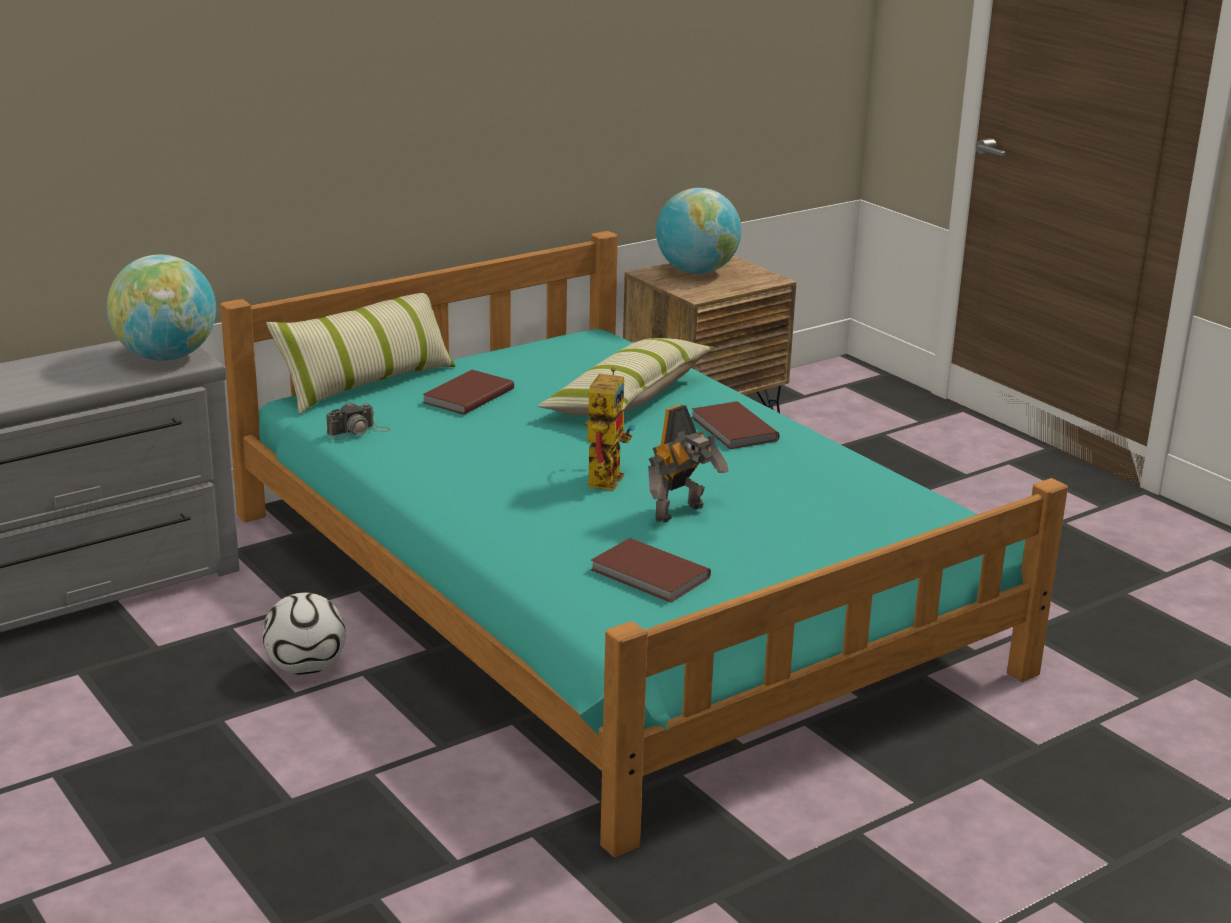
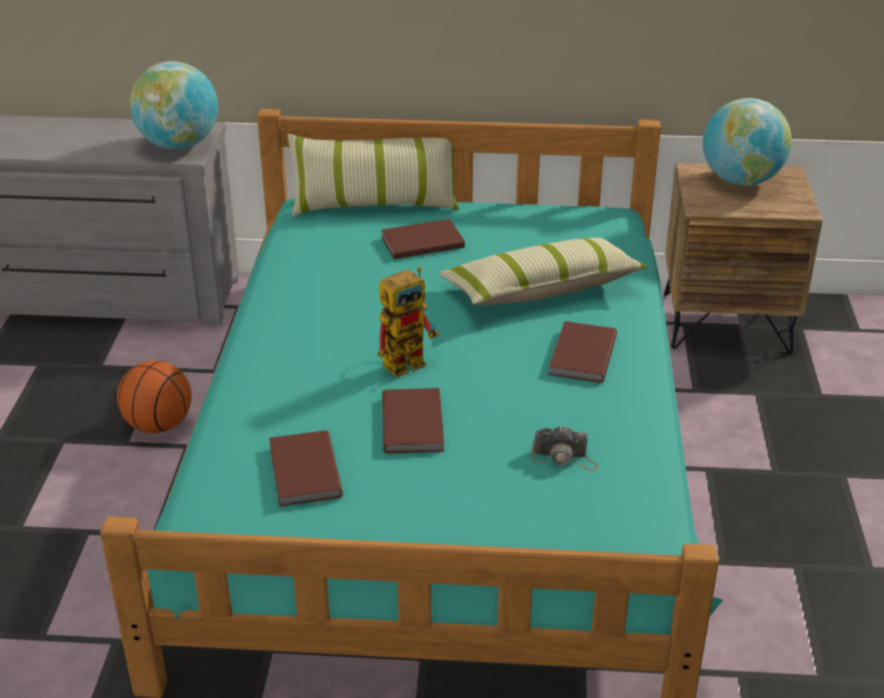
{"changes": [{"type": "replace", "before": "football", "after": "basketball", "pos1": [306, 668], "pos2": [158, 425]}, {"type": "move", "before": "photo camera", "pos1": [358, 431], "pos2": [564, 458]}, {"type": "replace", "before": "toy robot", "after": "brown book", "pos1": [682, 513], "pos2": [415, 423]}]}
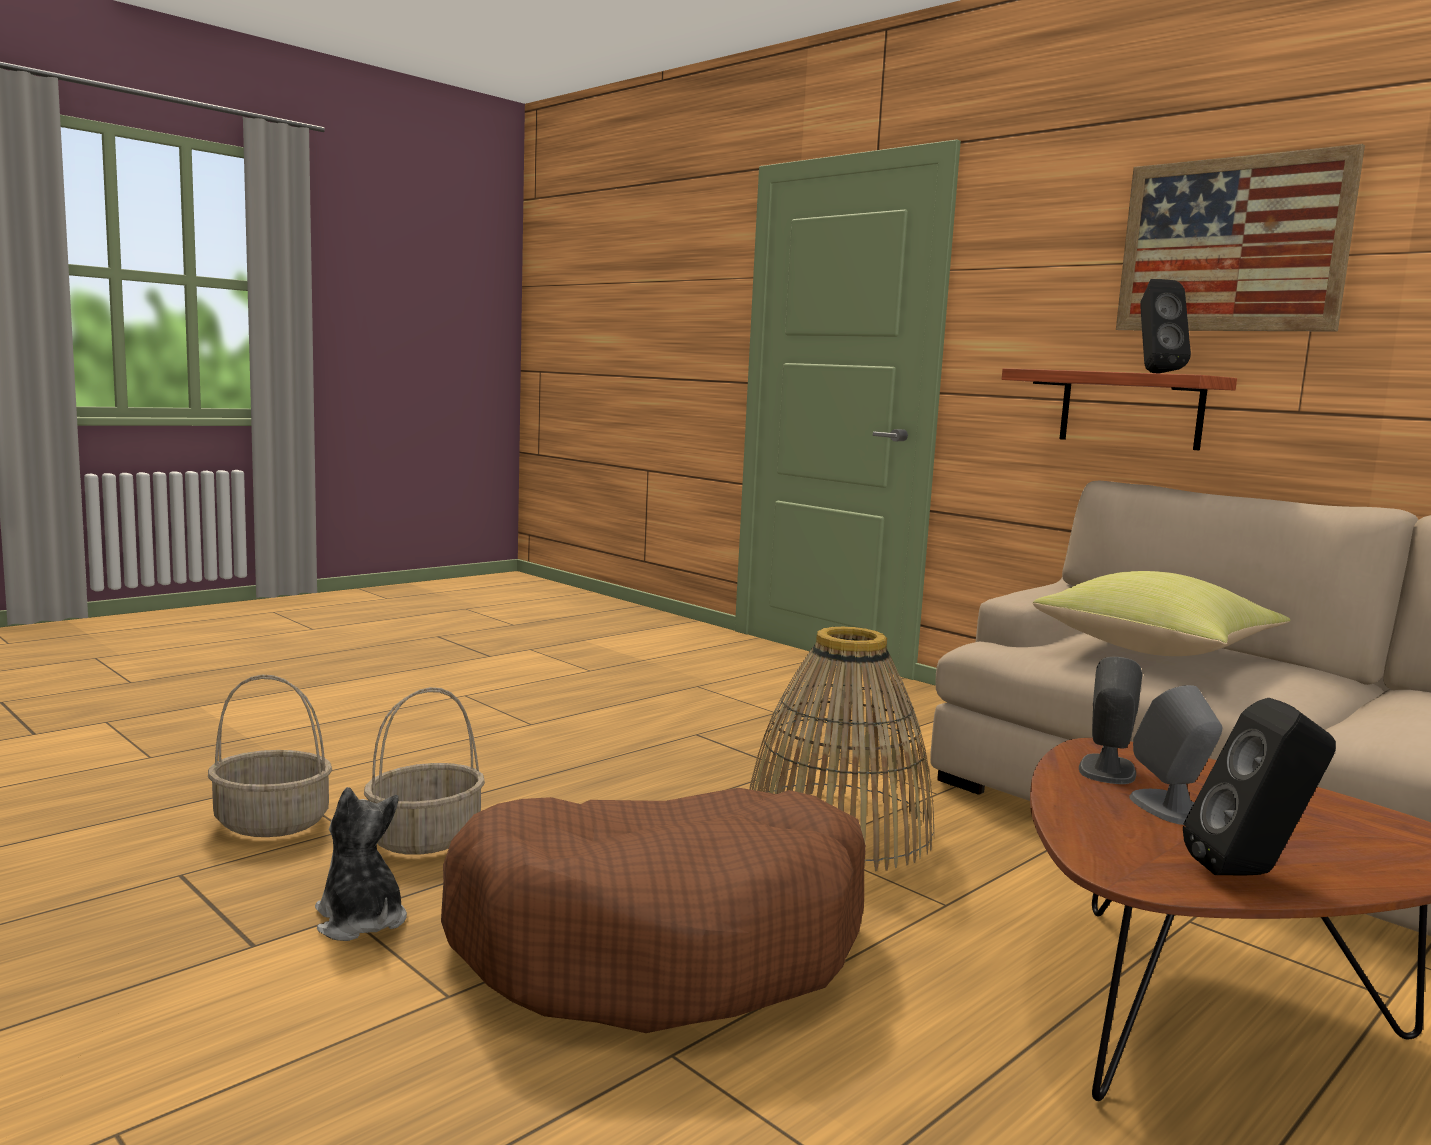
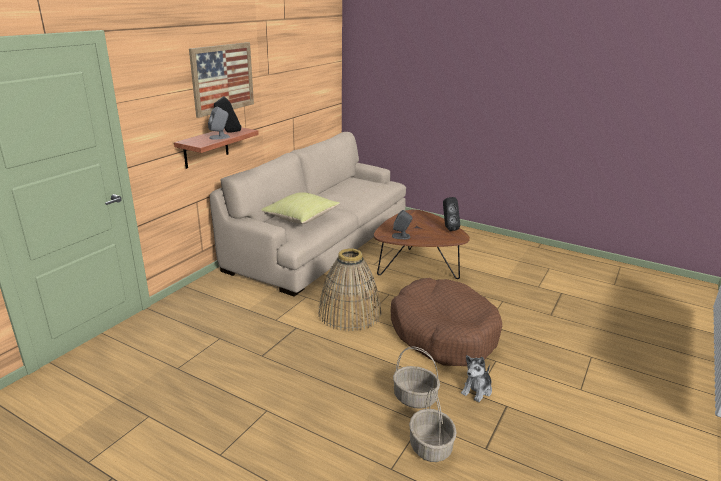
{"changes": [{"type": "move", "before": "grey speaker", "pos1": [1170, 808], "pos2": [219, 137]}]}
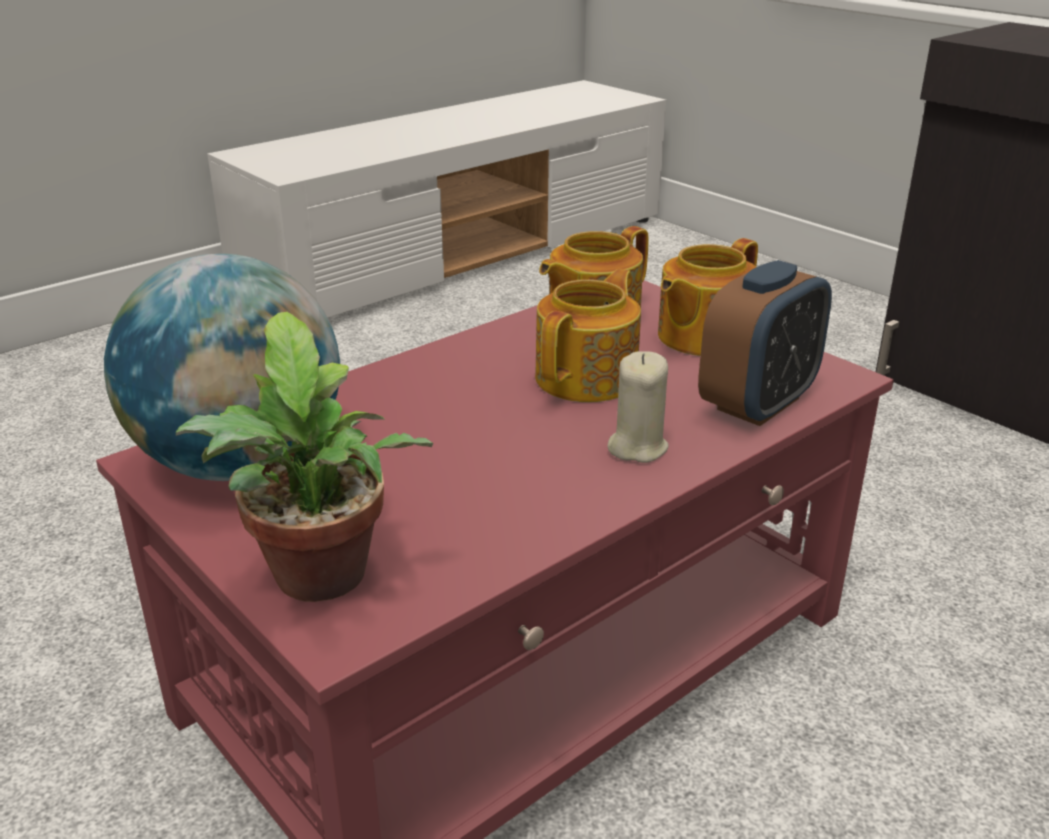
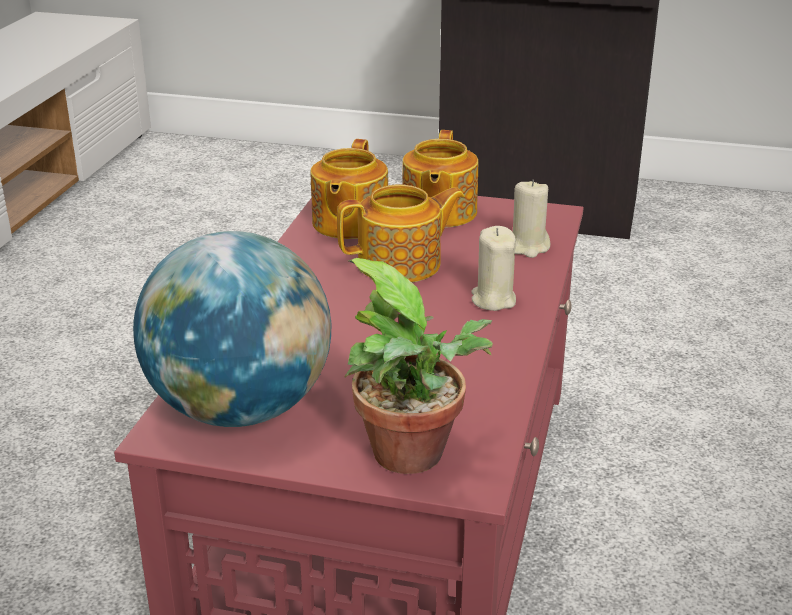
{"changes": [{"type": "rotate", "before": "teapot", "pos1": [588, 377], "pos2": [401, 264], "turn": 75}, {"type": "replace", "before": "alarm clock", "after": "beige candle", "pos1": [758, 404], "pos2": [528, 247]}]}
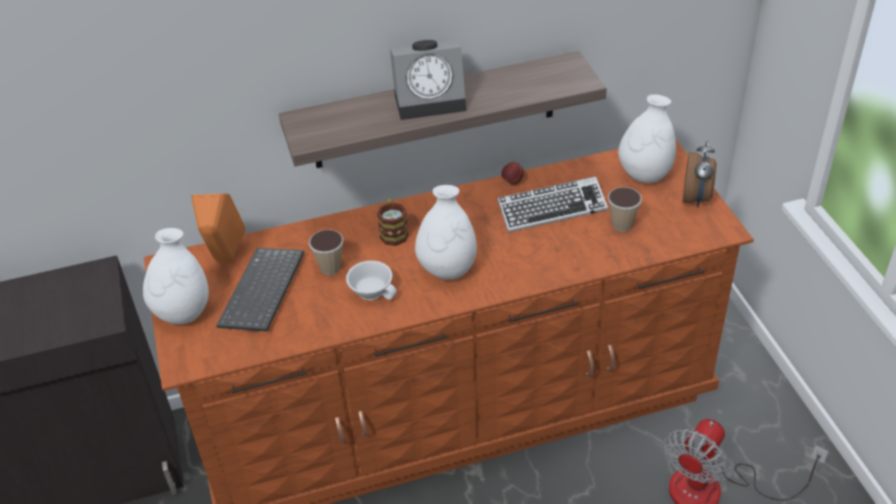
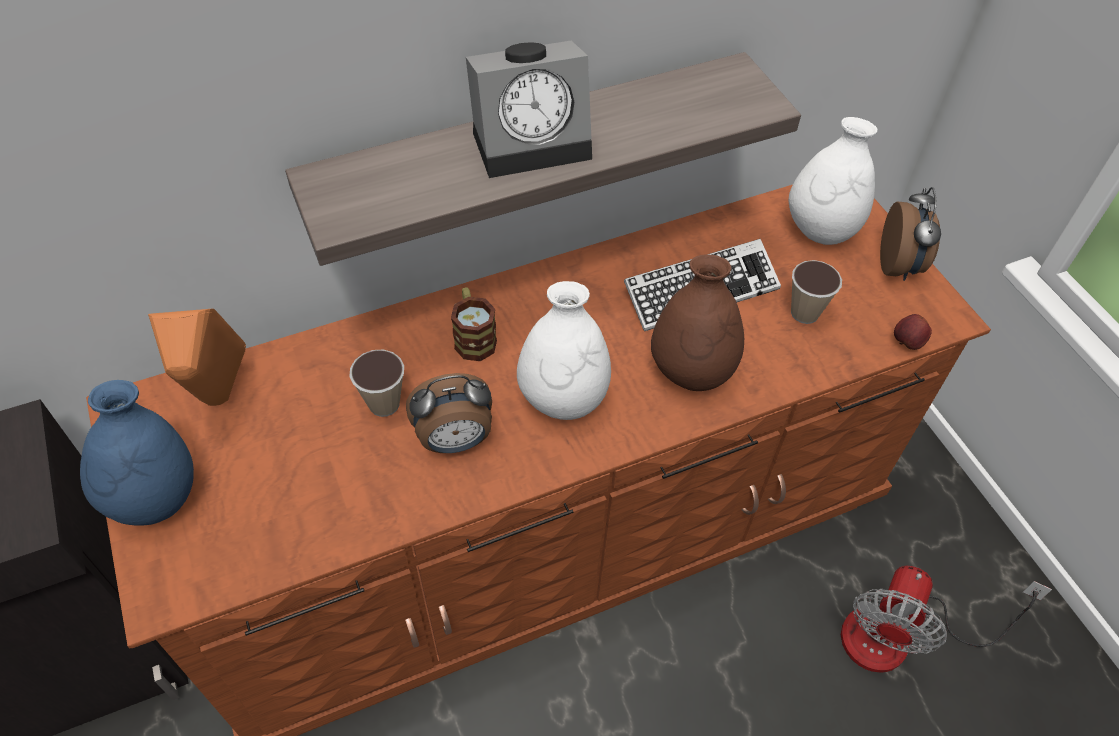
{"changes": [{"type": "recolor", "before": "white vase", "after": "blue vase", "pos1": [183, 312], "pos2": [156, 497]}, {"type": "delete", "before": "keyboard", "pos1": [264, 292]}, {"type": "replace", "before": "white cup", "after": "alarm clock", "pos1": [373, 290], "pos2": [455, 441]}, {"type": "move", "before": "apple", "pos1": [512, 182], "pos2": [907, 343]}, {"type": "insert", "after": "brown vase", "pos2": [691, 371]}]}
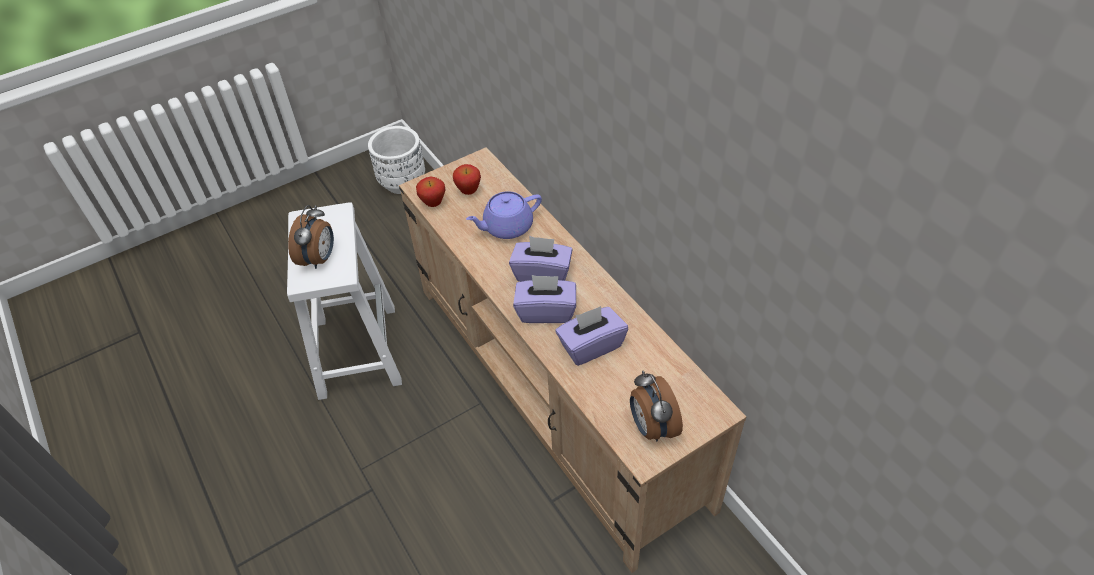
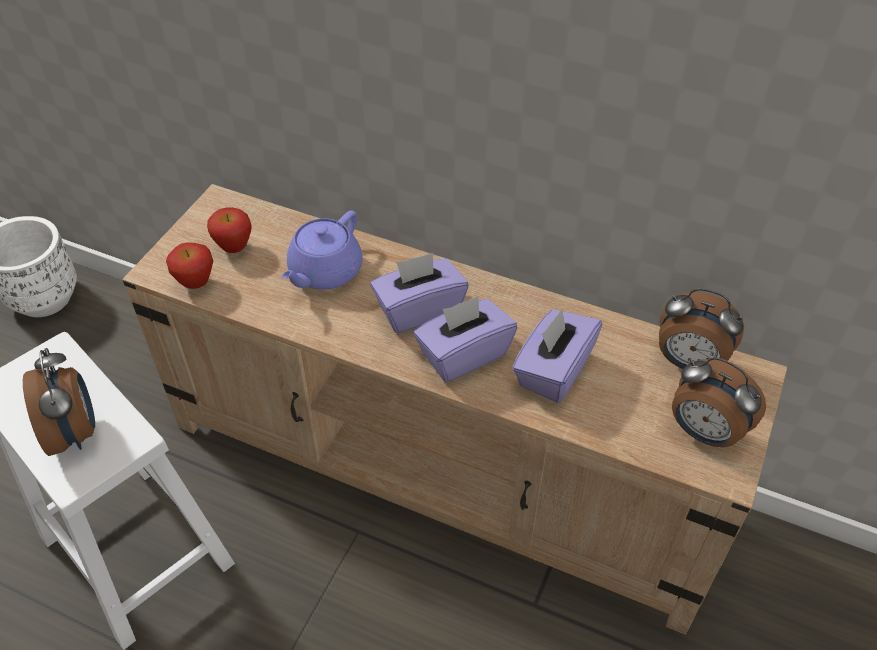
{"changes": [{"type": "insert", "after": "alarm clock", "pos2": [688, 362]}]}
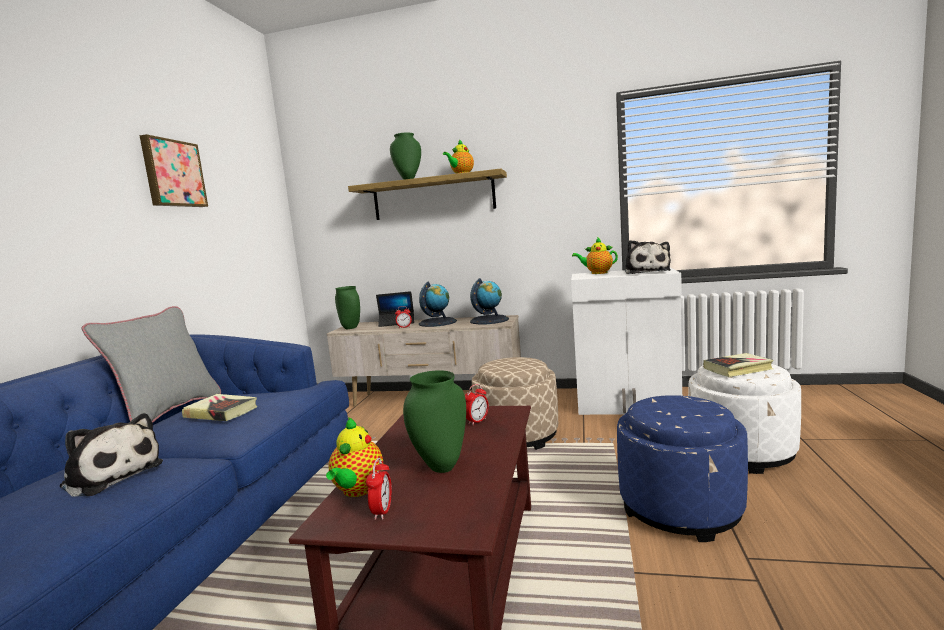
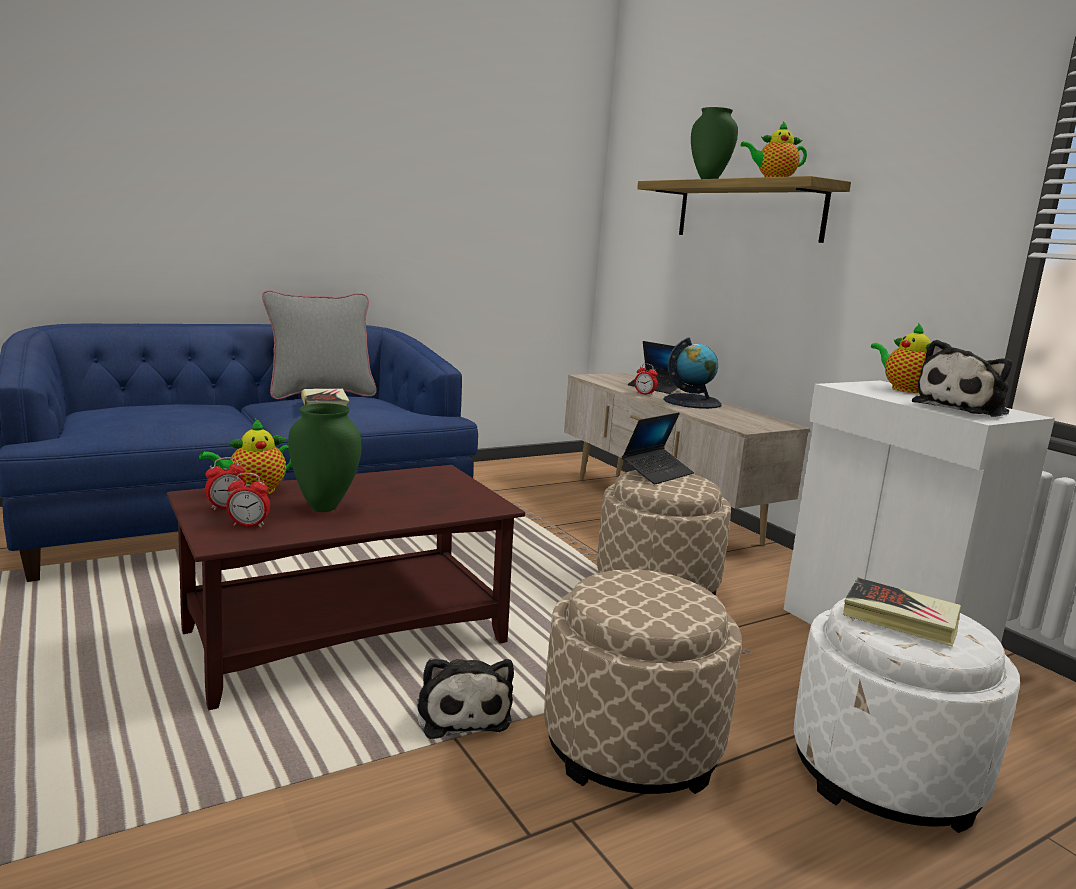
{"changes": [{"type": "move", "before": "plush toy", "pos1": [111, 475], "pos2": [462, 712]}, {"type": "delete", "before": "picture", "pos1": [173, 173]}, {"type": "delete", "before": "green vase", "pos1": [351, 328]}, {"type": "move", "before": "alarm clock", "pos1": [477, 421], "pos2": [249, 525]}, {"type": "delete", "before": "globe", "pos1": [489, 320]}, {"type": "recolor", "before": "blue ottoman", "after": "beige ottoman", "pos1": [680, 508], "pos2": [632, 745]}, {"type": "insert", "after": "laptop", "pos2": [657, 473]}]}
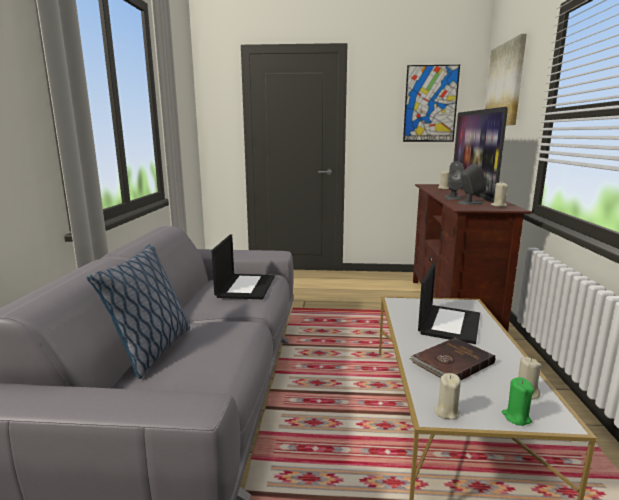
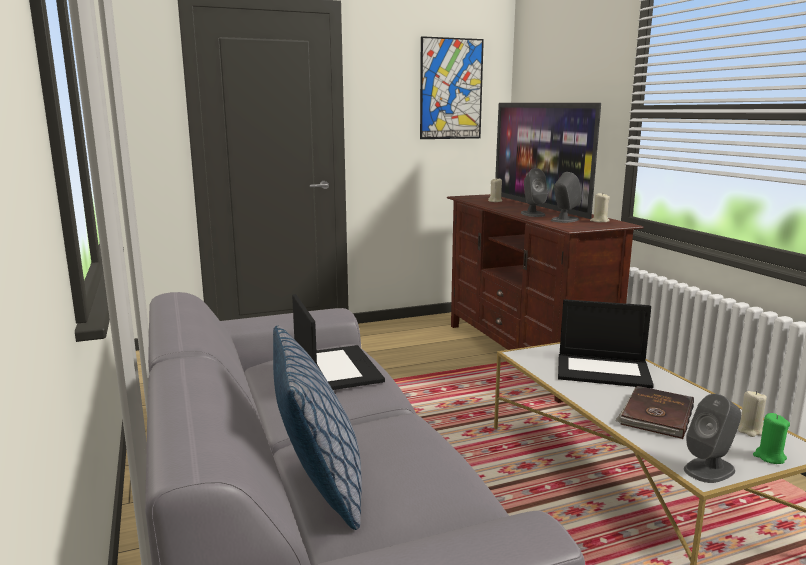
{"changes": [{"type": "rotate", "before": "laptop", "pos1": [449, 323], "pos2": [604, 370], "turn": 105}, {"type": "replace", "before": "beige candle", "after": "grey speaker", "pos1": [446, 412], "pos2": [709, 469]}, {"type": "delete", "before": "picture", "pos1": [505, 85]}]}
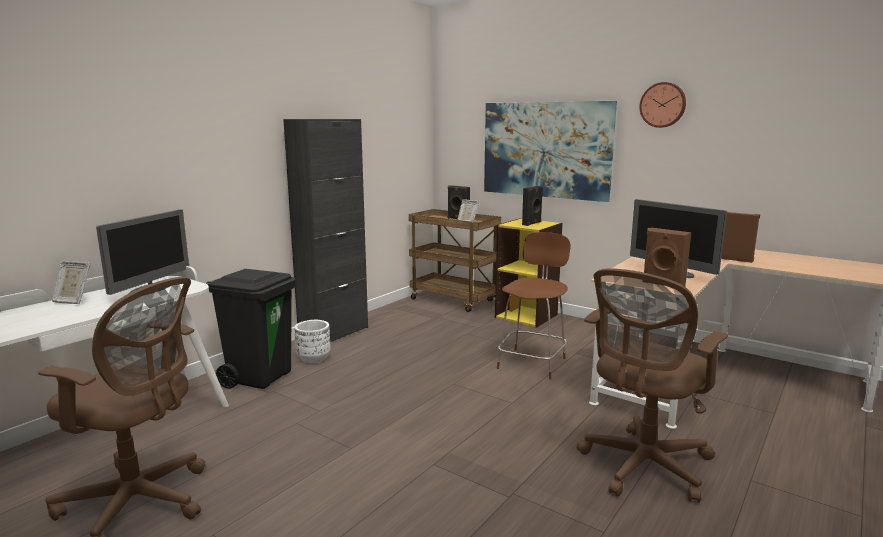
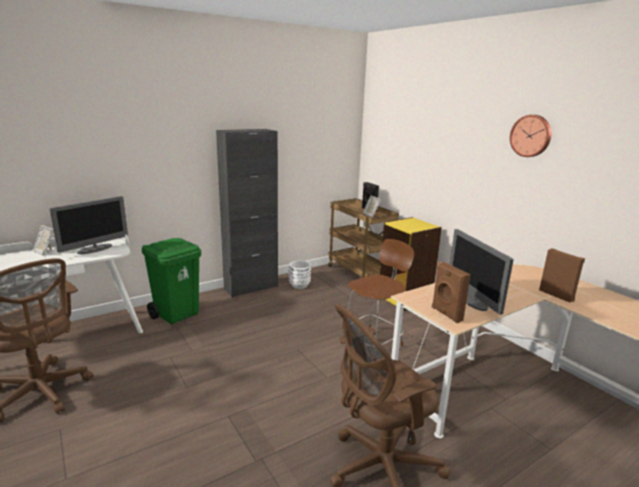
{"changes": [{"type": "recolor", "before": "black trash can", "after": "green trash can", "pos1": [260, 377], "pos2": [177, 314]}, {"type": "move", "before": "white planter", "pos1": [314, 358], "pos2": [299, 285]}, {"type": "delete", "before": "picture", "pos1": [545, 150]}, {"type": "delete", "before": "black speaker", "pos1": [532, 223]}]}
